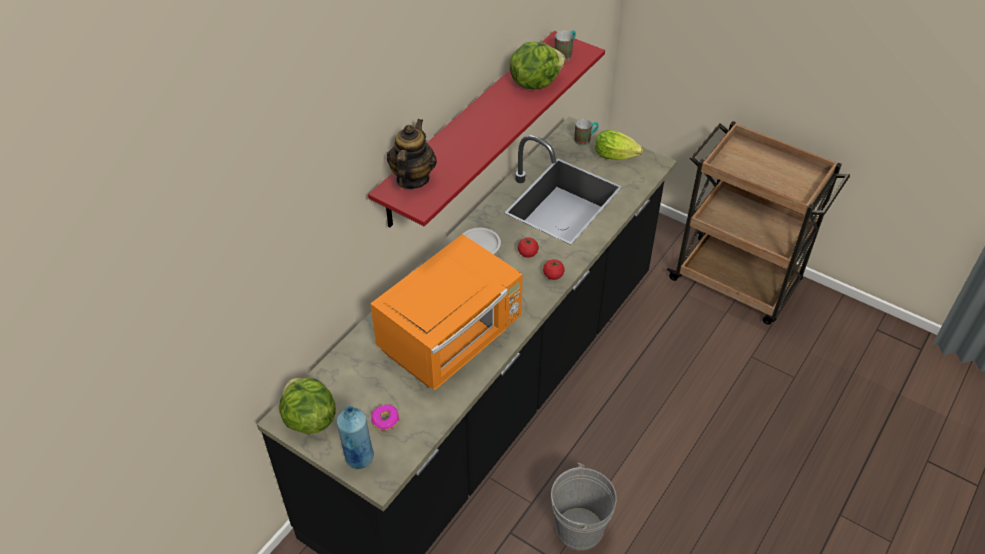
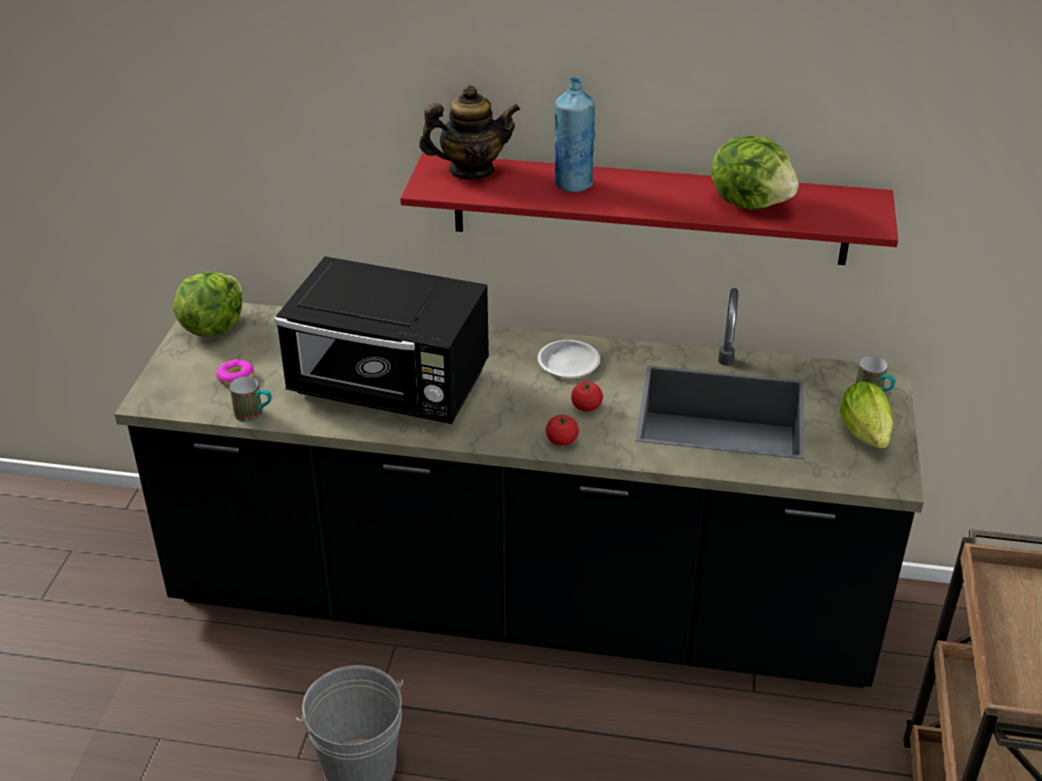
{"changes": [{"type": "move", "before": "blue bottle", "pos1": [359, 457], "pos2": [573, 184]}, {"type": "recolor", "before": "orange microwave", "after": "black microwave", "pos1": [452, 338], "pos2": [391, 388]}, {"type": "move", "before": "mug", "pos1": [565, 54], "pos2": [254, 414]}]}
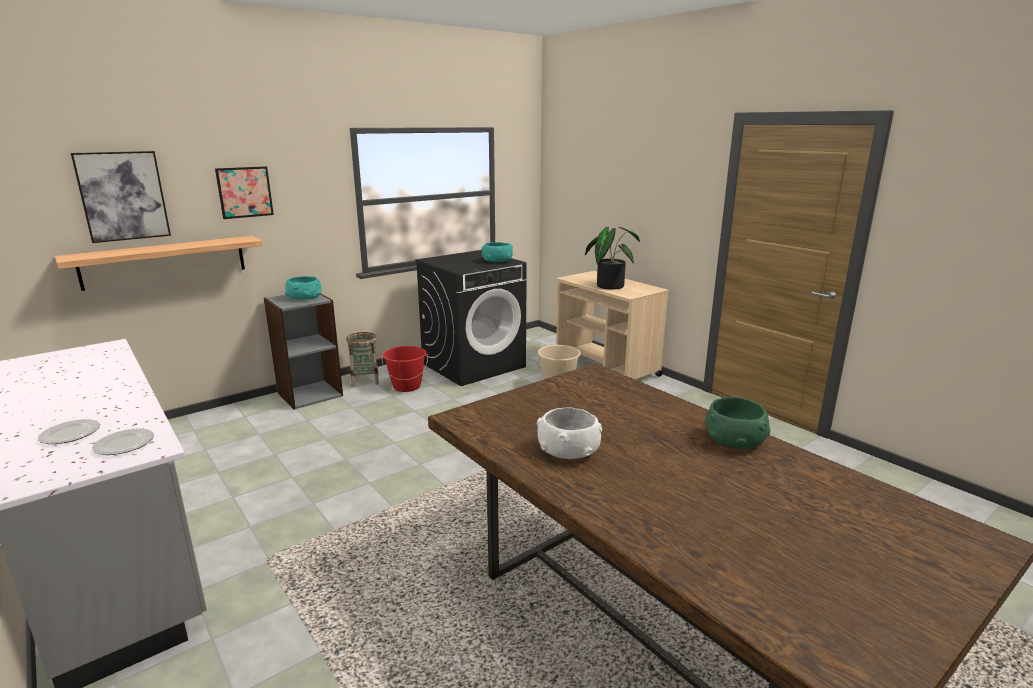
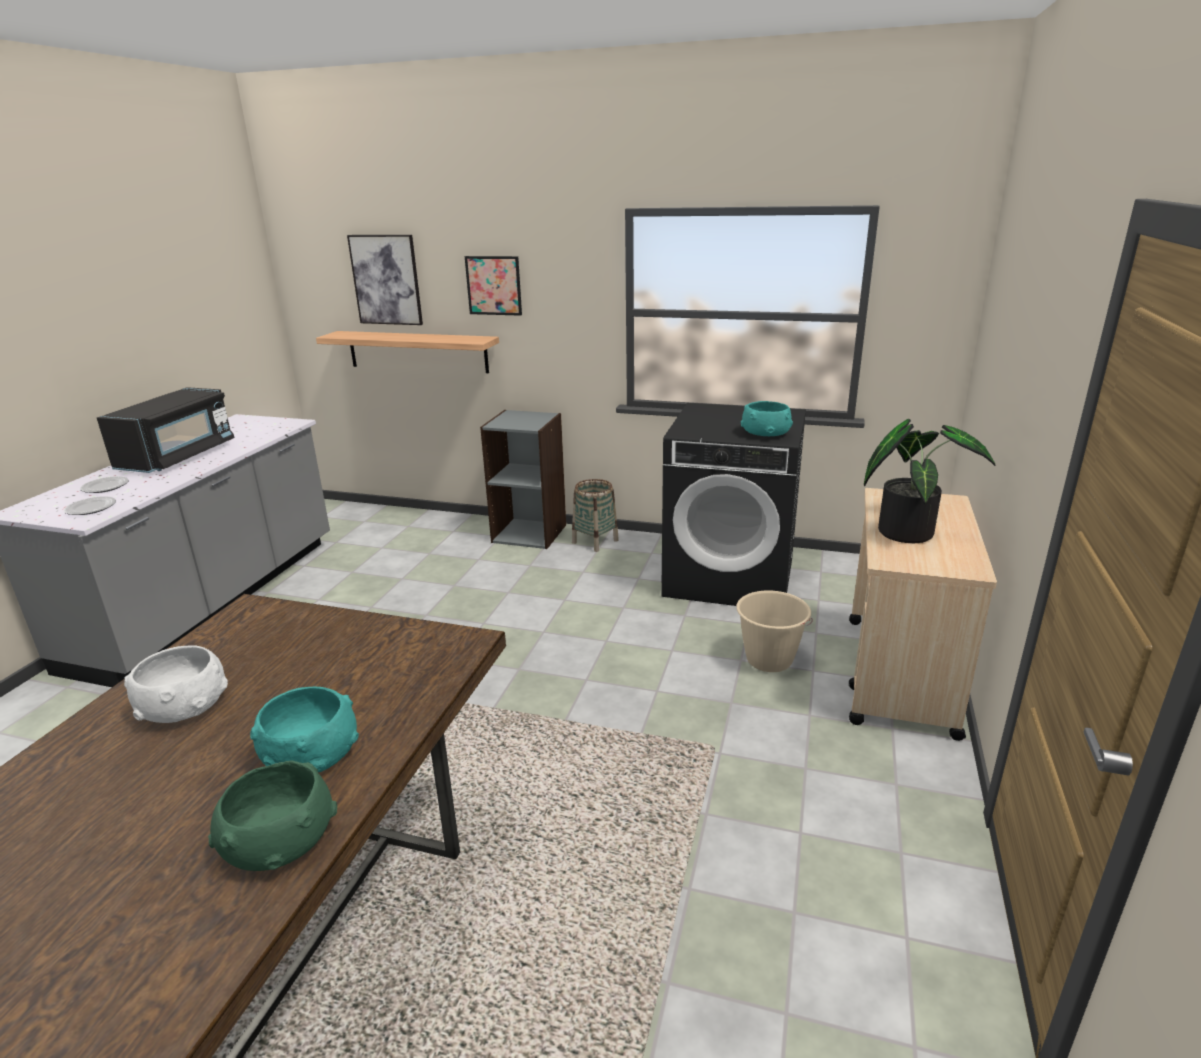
{"changes": [{"type": "move", "before": "turquoise bowl", "pos1": [304, 297], "pos2": [311, 752]}, {"type": "delete", "before": "red bucket", "pos1": [406, 386]}, {"type": "insert", "after": "black microwave", "pos2": [179, 456]}]}
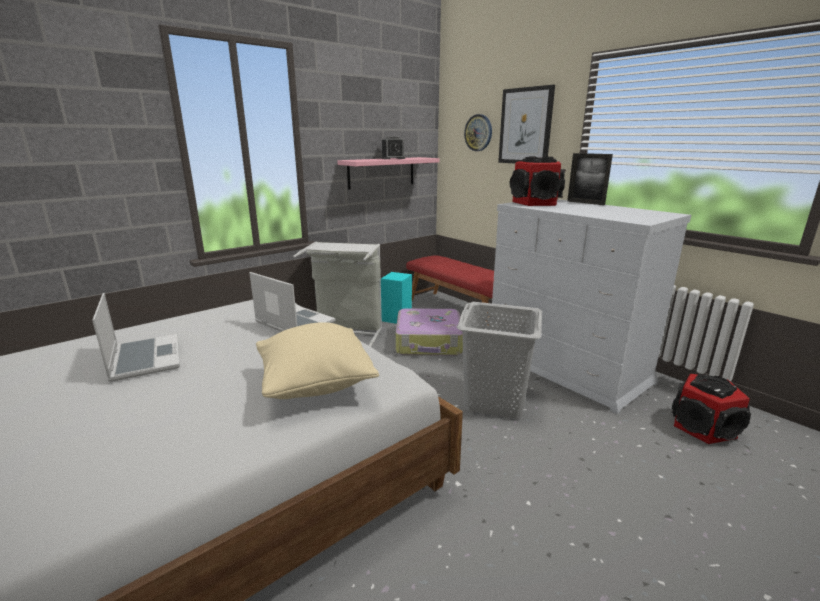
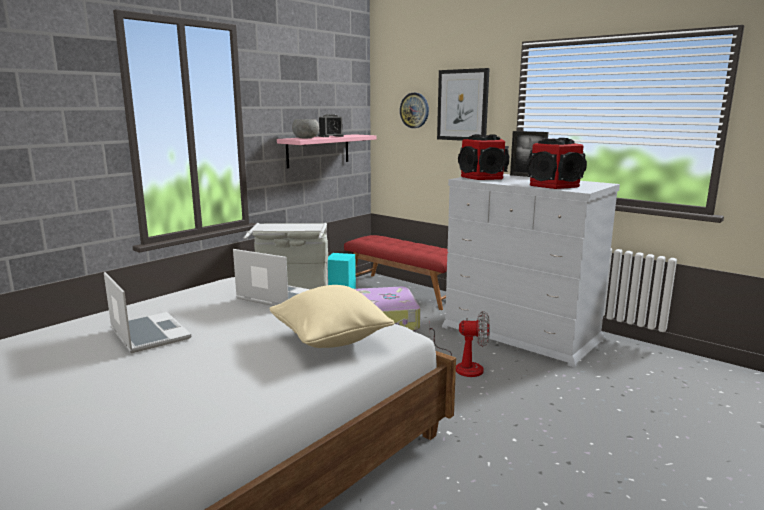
{"changes": [{"type": "replace", "before": "grey laundry basket", "after": "fan", "pos1": [494, 400], "pos2": [462, 366]}, {"type": "move", "before": "speaker", "pos1": [703, 428], "pos2": [554, 185]}, {"type": "insert", "after": "grey bowl", "pos2": [306, 138]}]}
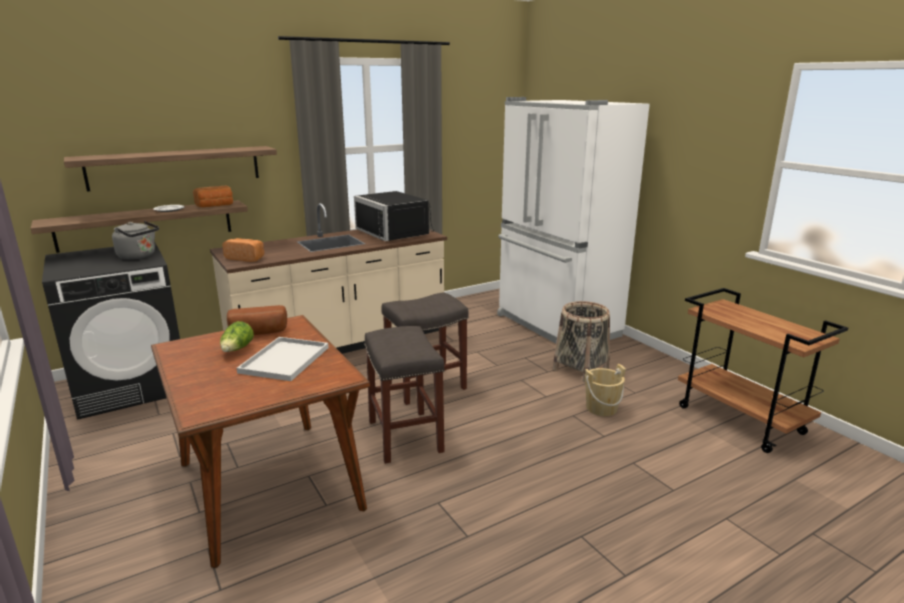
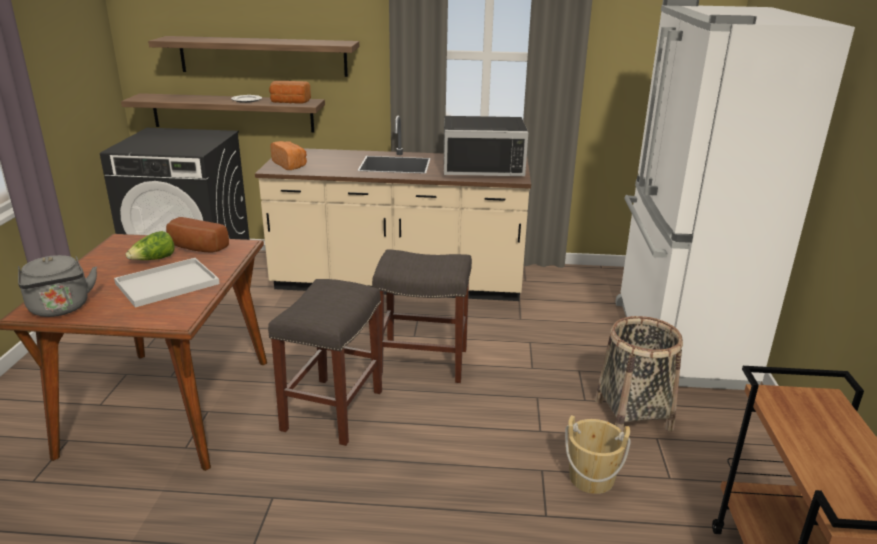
{"changes": [{"type": "move", "before": "grey kettle", "pos1": [139, 256], "pos2": [60, 309]}, {"type": "rotate", "before": "black microwave", "pos1": [396, 233], "pos2": [482, 167], "turn": -90}]}
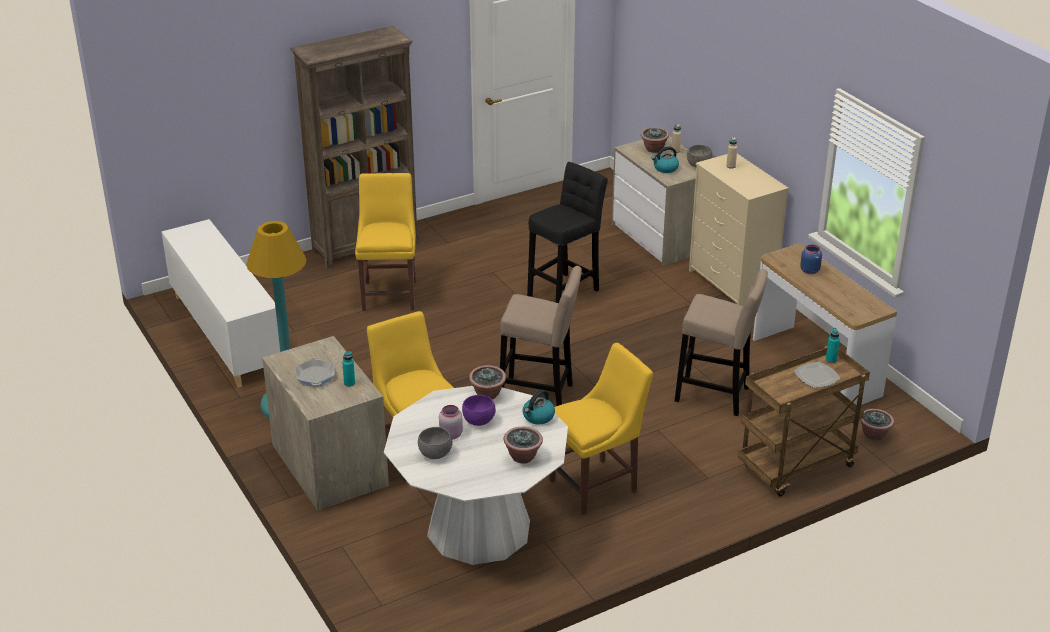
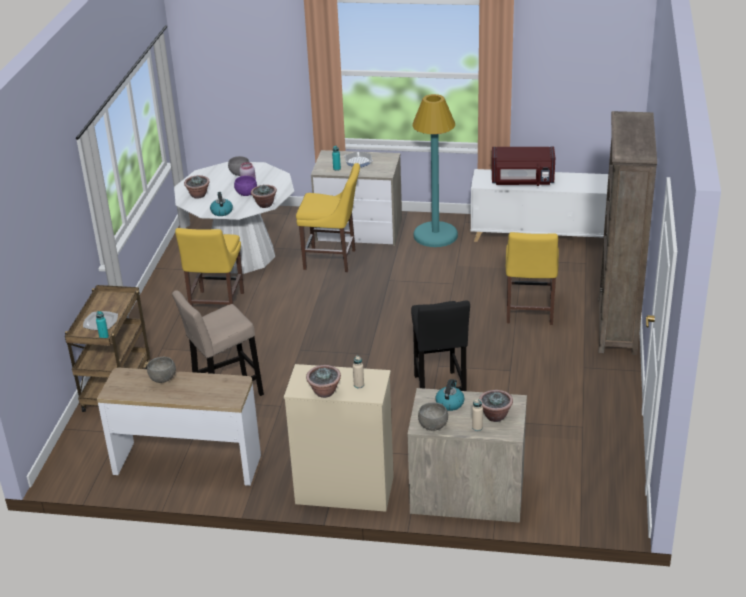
{"changes": [{"type": "rotate", "before": "yellow chair", "pos1": [390, 294], "pos2": [529, 312], "turn": 60}, {"type": "delete", "before": "beige stool", "pos1": [540, 395]}, {"type": "delete", "before": "blue jar", "pos1": [809, 270]}, {"type": "move", "before": "potted plant", "pos1": [874, 435], "pos2": [324, 392]}, {"type": "insert", "after": "grey bowl", "pos2": [163, 379]}, {"type": "insert", "after": "red microwave", "pos2": [522, 181]}]}
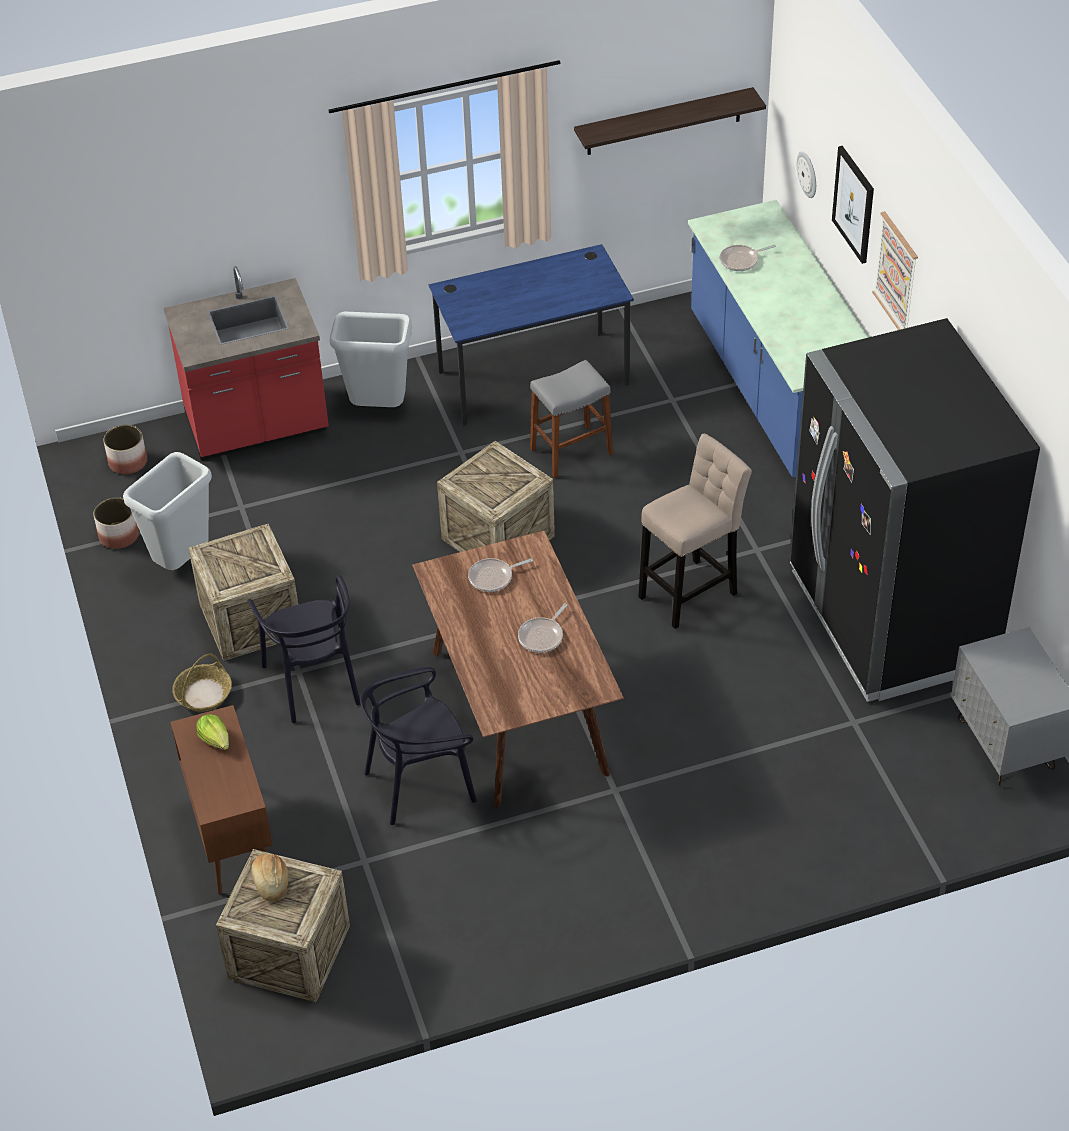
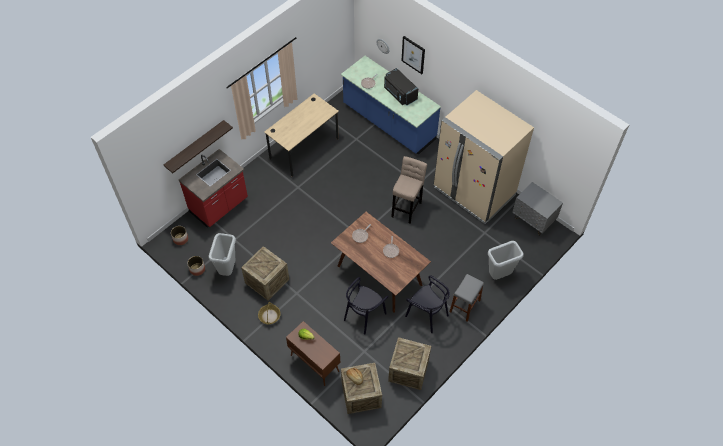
{"changes": [{"type": "move", "before": "black chair", "pos1": [314, 682], "pos2": [427, 314]}, {"type": "move", "before": "grey trash can", "pos1": [378, 409], "pos2": [499, 275]}, {"type": "recolor", "before": "blue desk", "after": "beige desk", "pos1": [533, 378], "pos2": [304, 148]}, {"type": "move", "before": "crate", "pos1": [498, 537], "pos2": [408, 370]}, {"type": "move", "before": "grey stool", "pos1": [571, 451], "pos2": [465, 306]}, {"type": "move", "before": "shelf", "pos1": [664, 122], "pos2": [195, 146]}, {"type": "recolor", "before": "black fridge", "after": "beige fridge", "pos1": [890, 619], "pos2": [474, 192]}, {"type": "delete", "before": "picture", "pos1": [896, 274]}, {"type": "insert", "after": "black microwave", "pos2": [399, 94]}]}
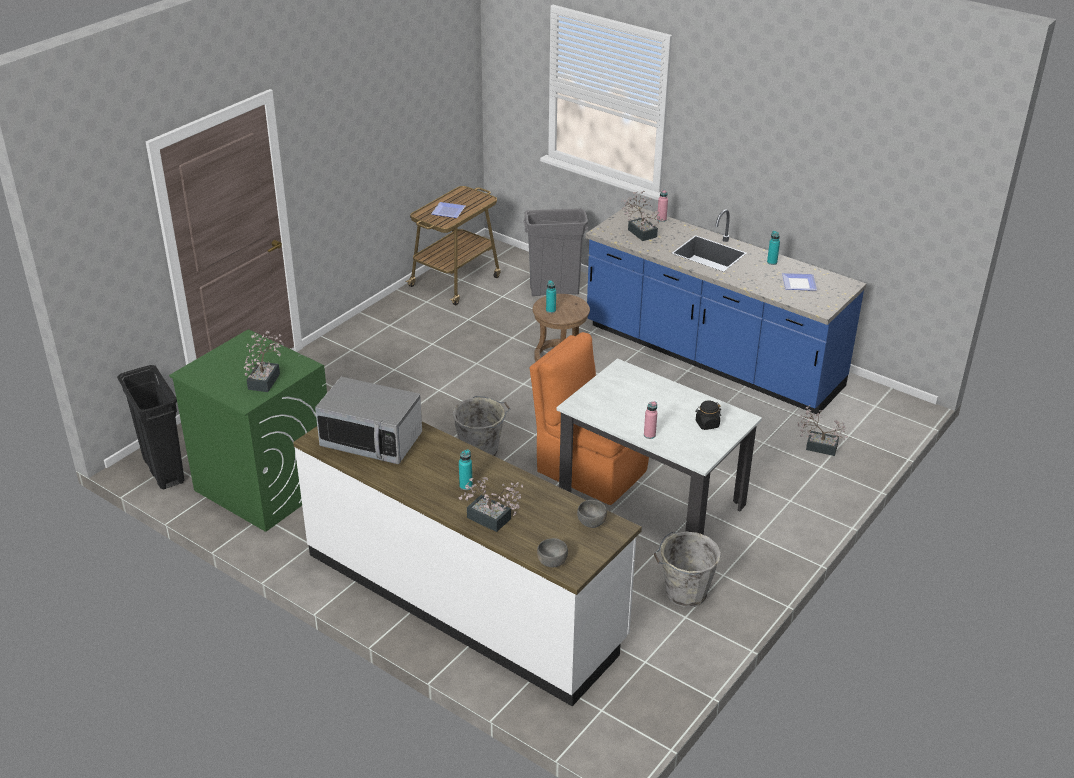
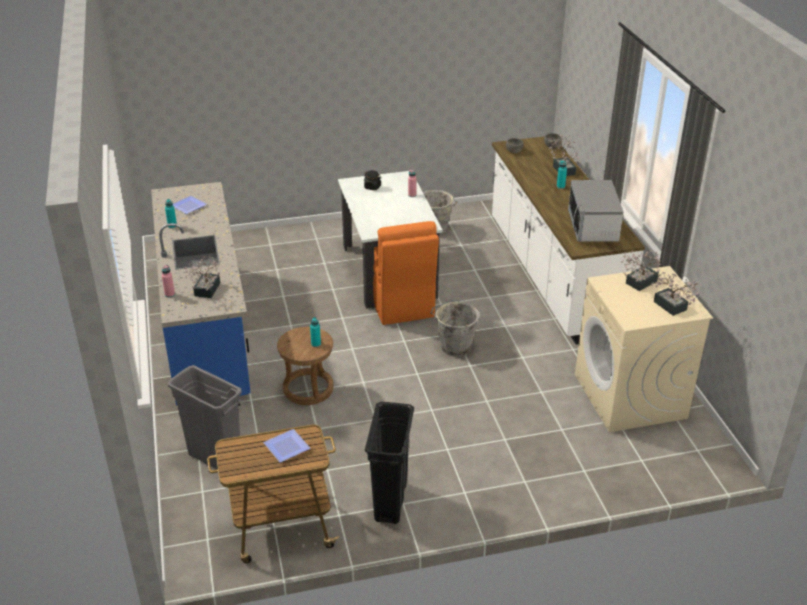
{"changes": [{"type": "move", "before": "black trash can", "pos1": [164, 471], "pos2": [390, 501]}, {"type": "recolor", "before": "green washing machine", "after": "beige washing machine", "pos1": [264, 485], "pos2": [630, 397]}, {"type": "rotate", "before": "microwave", "pos1": [372, 441], "pos2": [593, 227], "turn": -150}, {"type": "move", "before": "potted plant", "pos1": [817, 446], "pos2": [672, 308]}]}
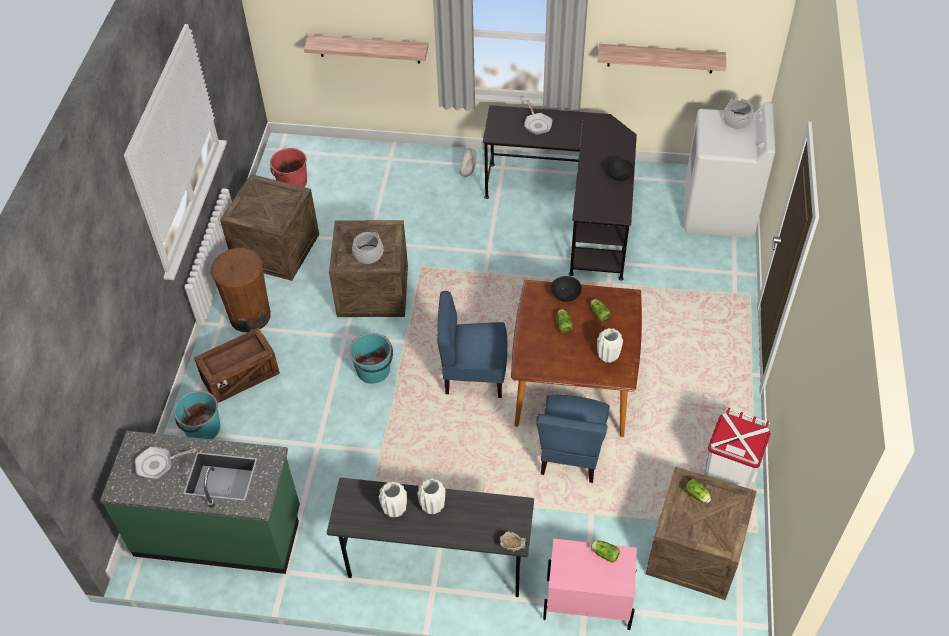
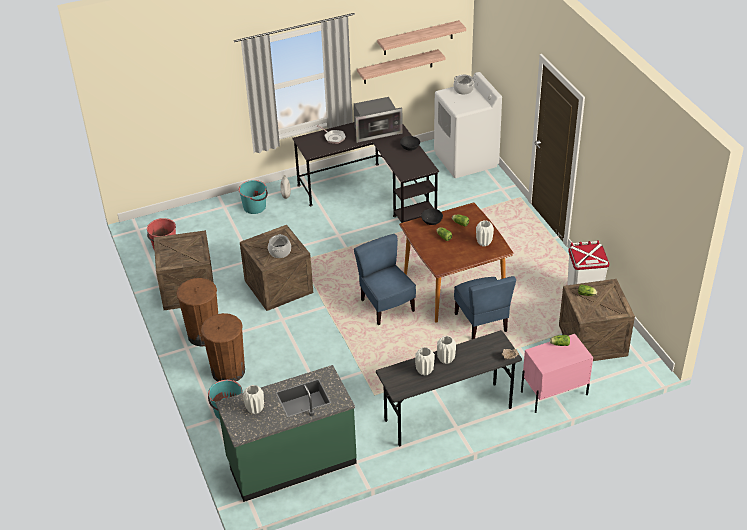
{"changes": [{"type": "replace", "before": "frying pan", "after": "white vase", "pos1": [158, 464], "pos2": [255, 409]}, {"type": "replace", "before": "crate", "after": "brown trash can", "pos1": [240, 376], "pos2": [228, 371]}, {"type": "move", "before": "shelf", "pos1": [369, 49], "pos2": [418, 38]}, {"type": "move", "before": "turquoise bucket", "pos1": [374, 370], "pos2": [255, 207]}, {"type": "rotate", "before": "blue chair", "pos1": [473, 375], "pos2": [386, 306], "turn": 90}, {"type": "insert", "after": "microwave", "pos2": [376, 131]}]}
